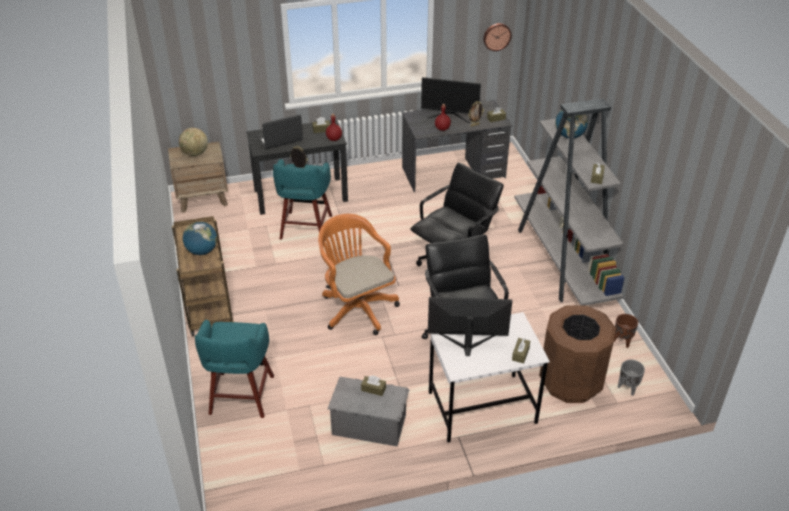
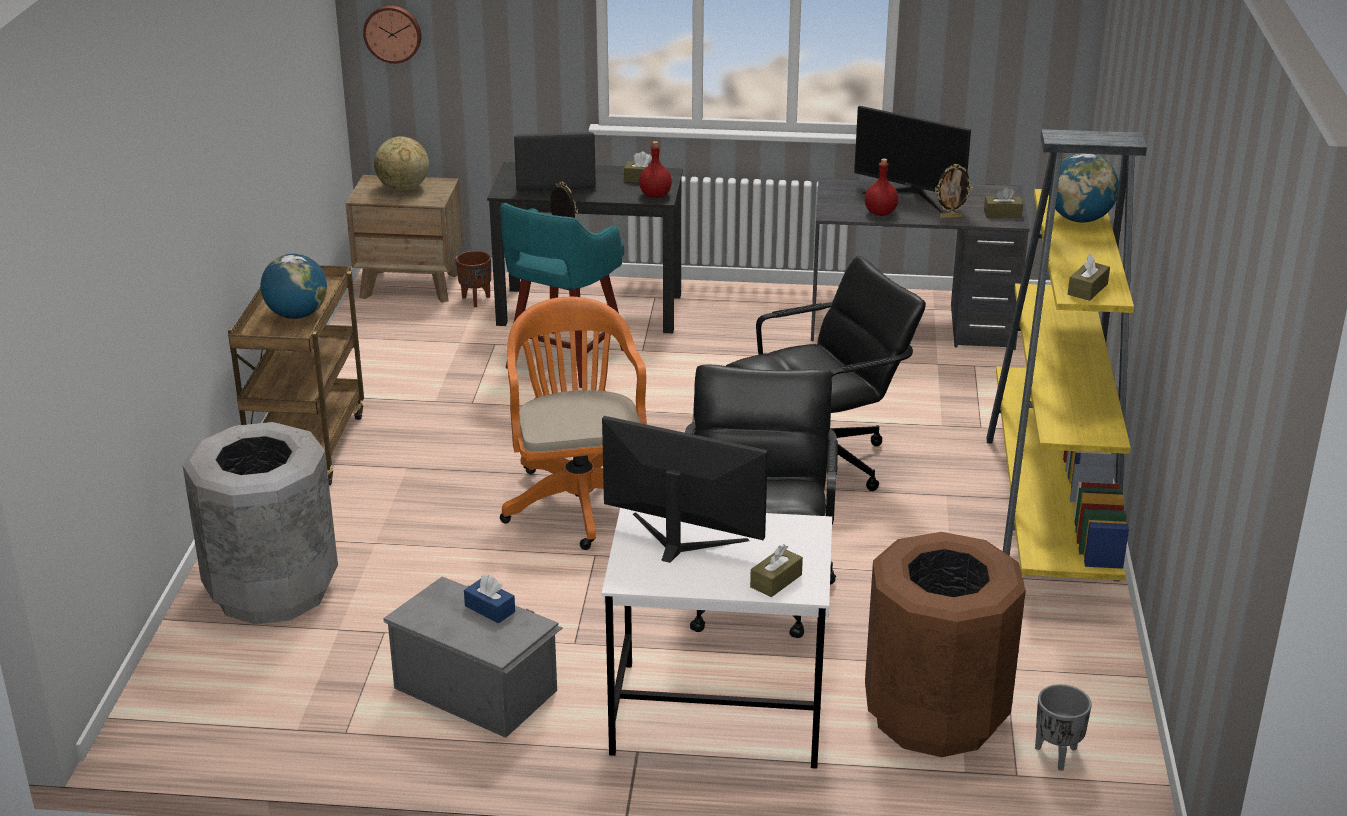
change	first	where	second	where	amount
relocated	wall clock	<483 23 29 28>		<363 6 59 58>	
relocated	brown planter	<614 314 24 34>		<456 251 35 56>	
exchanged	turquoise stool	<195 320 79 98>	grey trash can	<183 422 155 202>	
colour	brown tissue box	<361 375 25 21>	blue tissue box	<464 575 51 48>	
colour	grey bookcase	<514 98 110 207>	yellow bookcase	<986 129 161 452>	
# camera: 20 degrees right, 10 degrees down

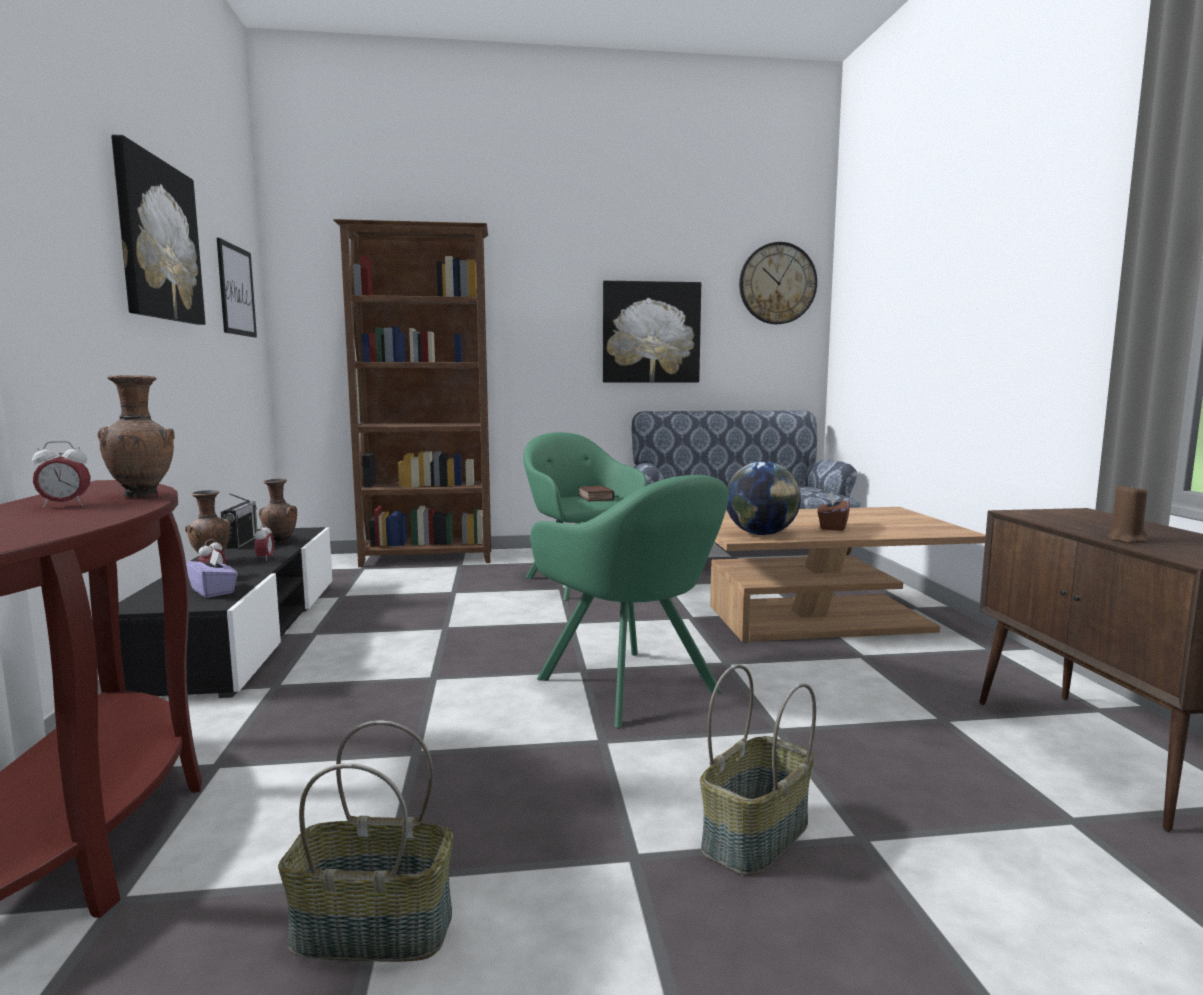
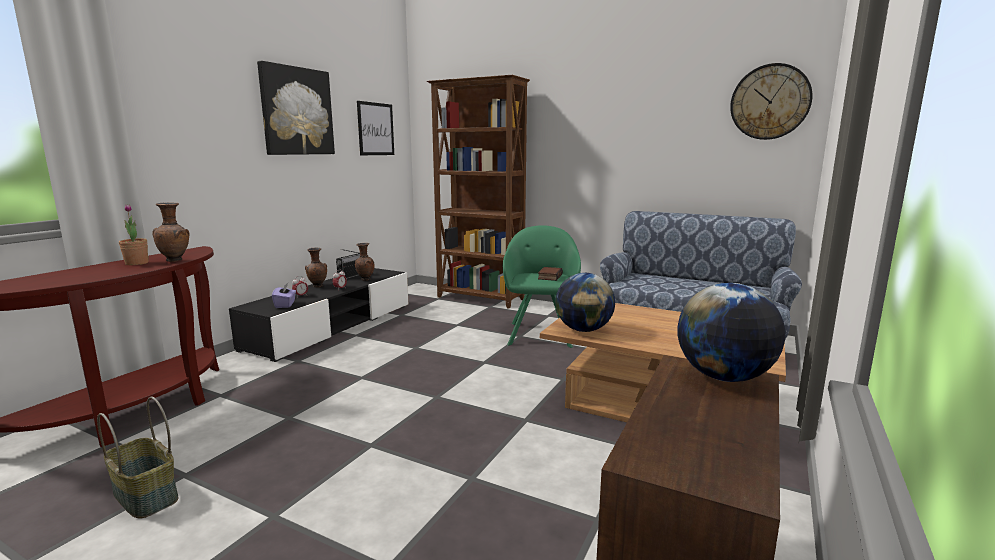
change	first	where	second	where	amount
missing	green armchair	<530 475 199 254>			
missing	picture	<603 281 98 101>			
missing	basket	<700 665 116 211>			
missing	brown tissue box	<817 491 33 40>			
missing	brown candle	<1107 483 41 60>			
appeared			globe	<677 283 108 99>	
exchanged	alarm clock	<32 441 59 67>	potted plant	<119 204 29 61>	
# camera: 35 degrees right, 5 degrees up

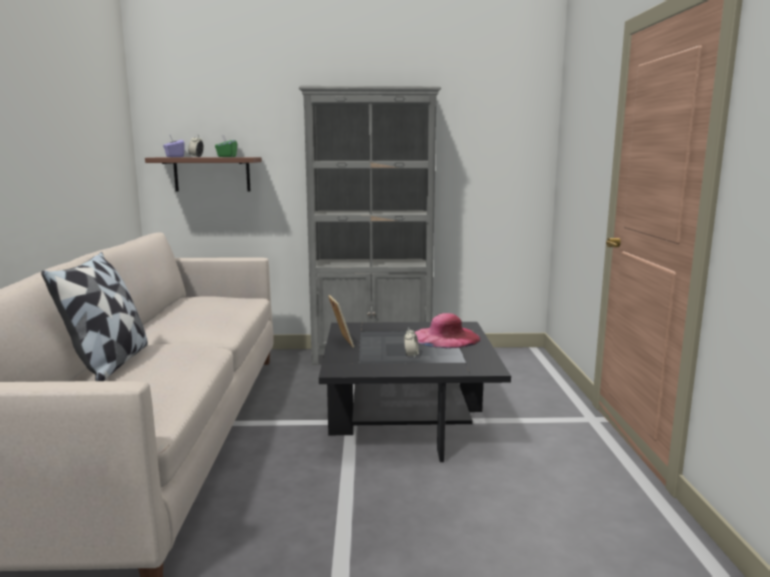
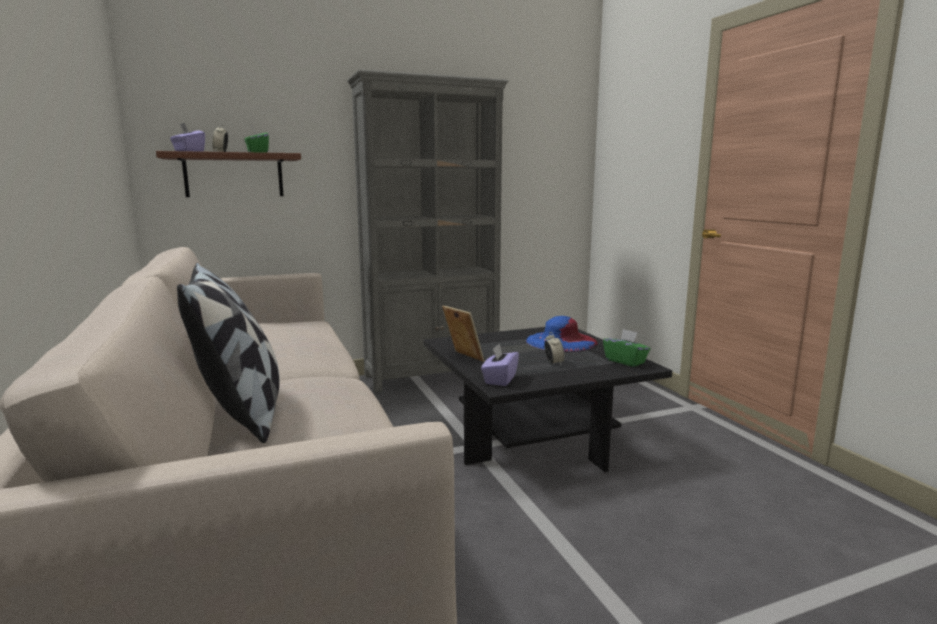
change	first	where	second	where	amount
appeared			purple tissue box	<481 344 38 42>	
appeared			green tissue box	<603 329 47 38>	
colour	pink hat	<414 313 67 35>	blue hat	<526 316 72 36>	
# camera: 20 degrees left, 0 degrees up

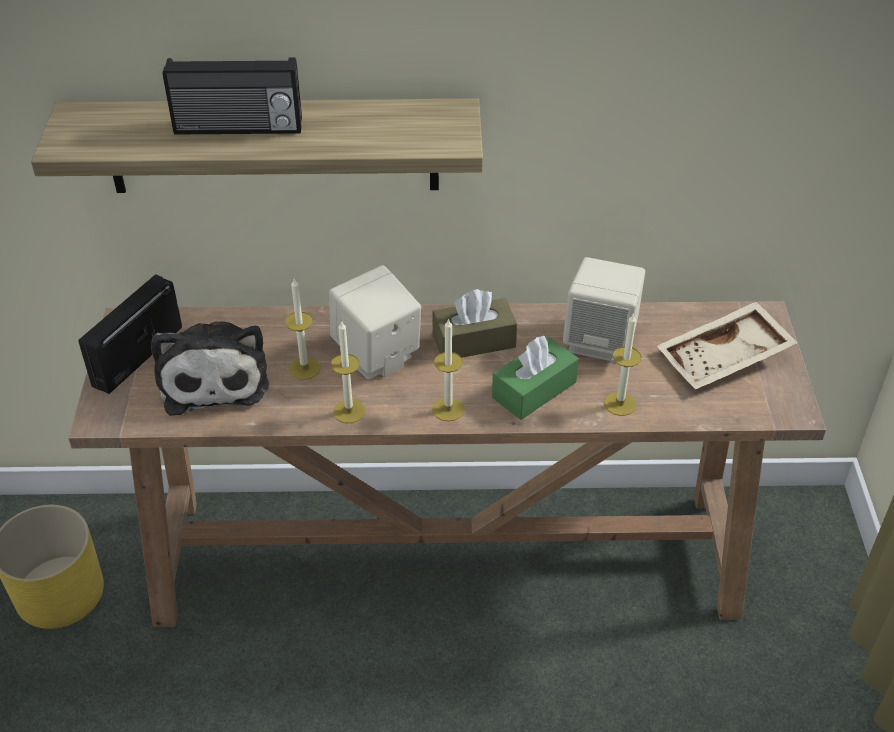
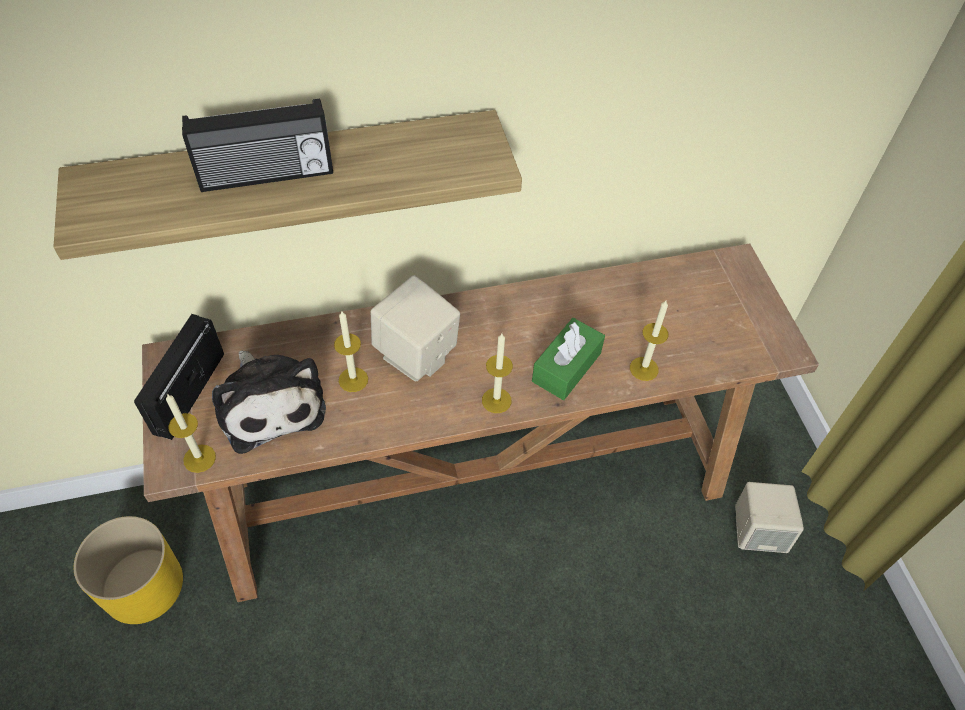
change	first	where	second	where	amount
missing	brown tissue box	<433 289 84 69>			
missing	beige tray	<657 302 141 88>			
relocated	candle	<331 320 34 103>		<166 394 50 79>	
relocated	beige speaker	<563 257 82 105>		<735 482 69 71>	
# camera: 15 degrees left, 10 degrees up

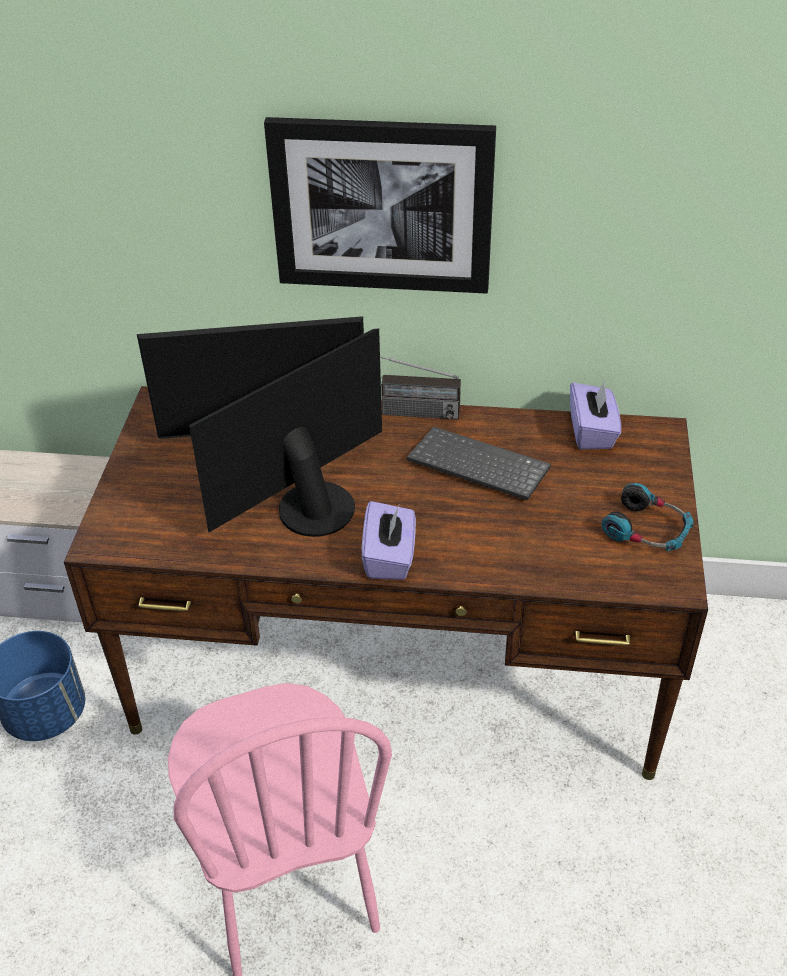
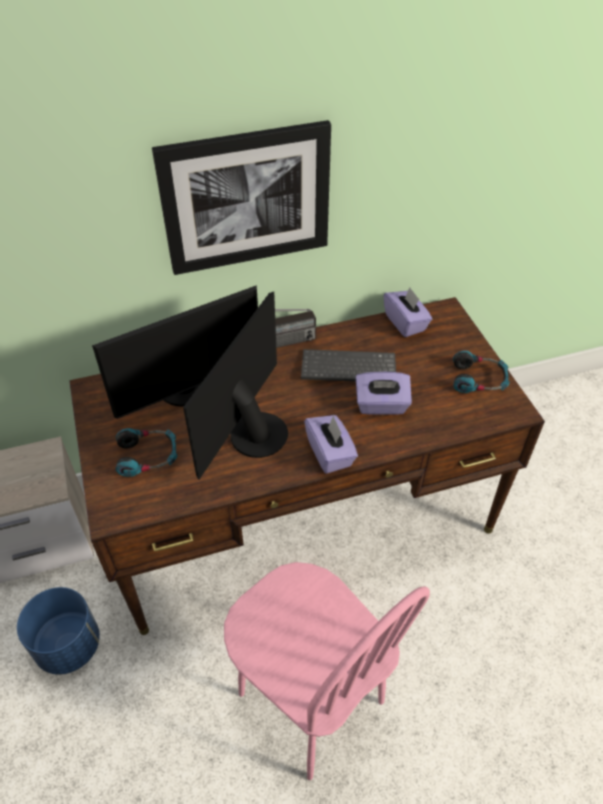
change	first	where	second	where	amount
appeared			headphones	<115 428 62 49>	
appeared			purple tissue box	<356 371 56 44>	
# camera: 25 degrees left, 5 degrees up

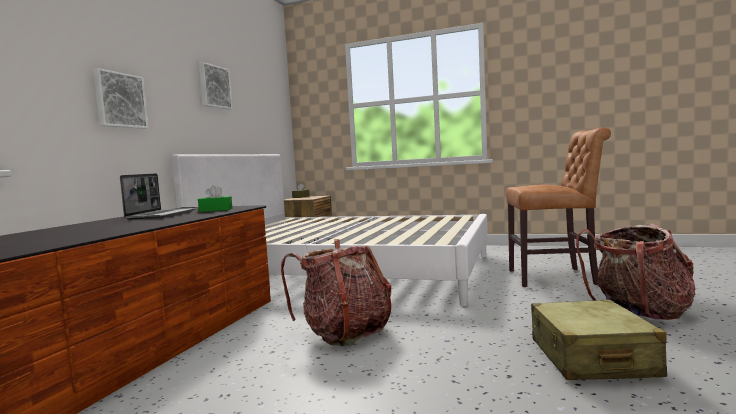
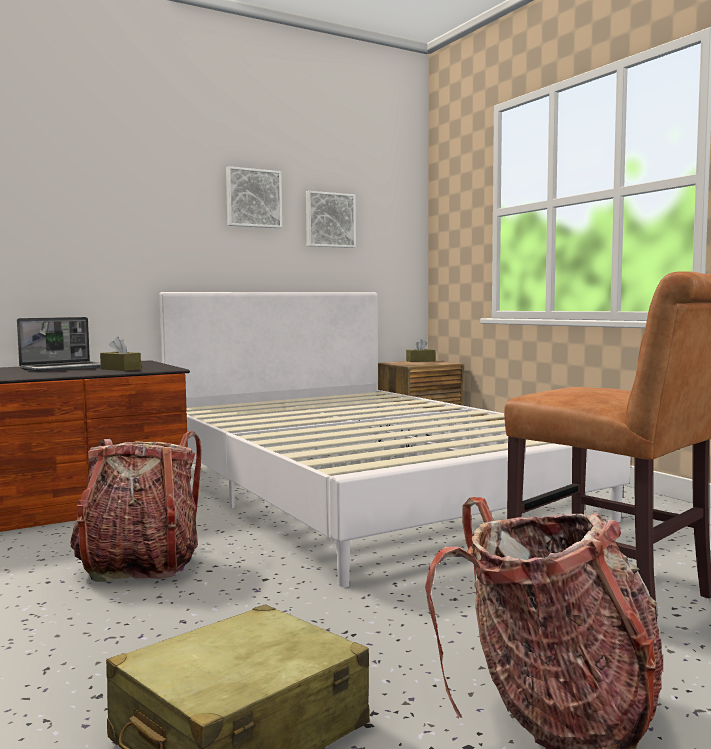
change	first	where	second	where	amount
relocated	picture	<93 68 56 61>		<306 191 50 57>	
colour	green tissue box	<198 185 34 27>	brown tissue box	<100 337 41 34>	
# camera: 40 degrees right, 0 degrees up

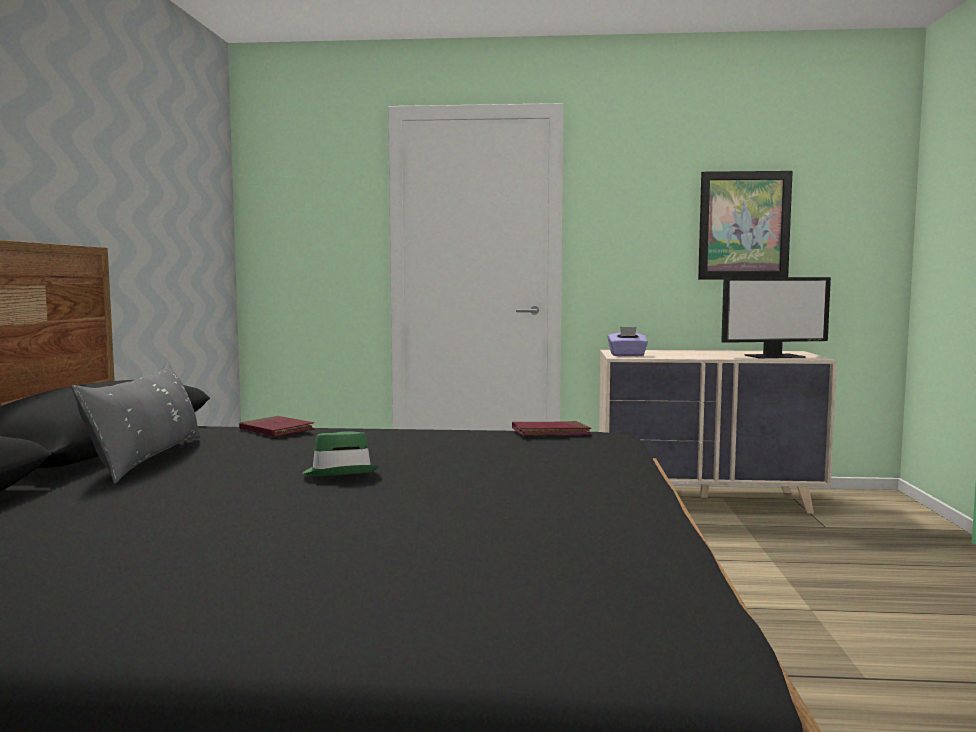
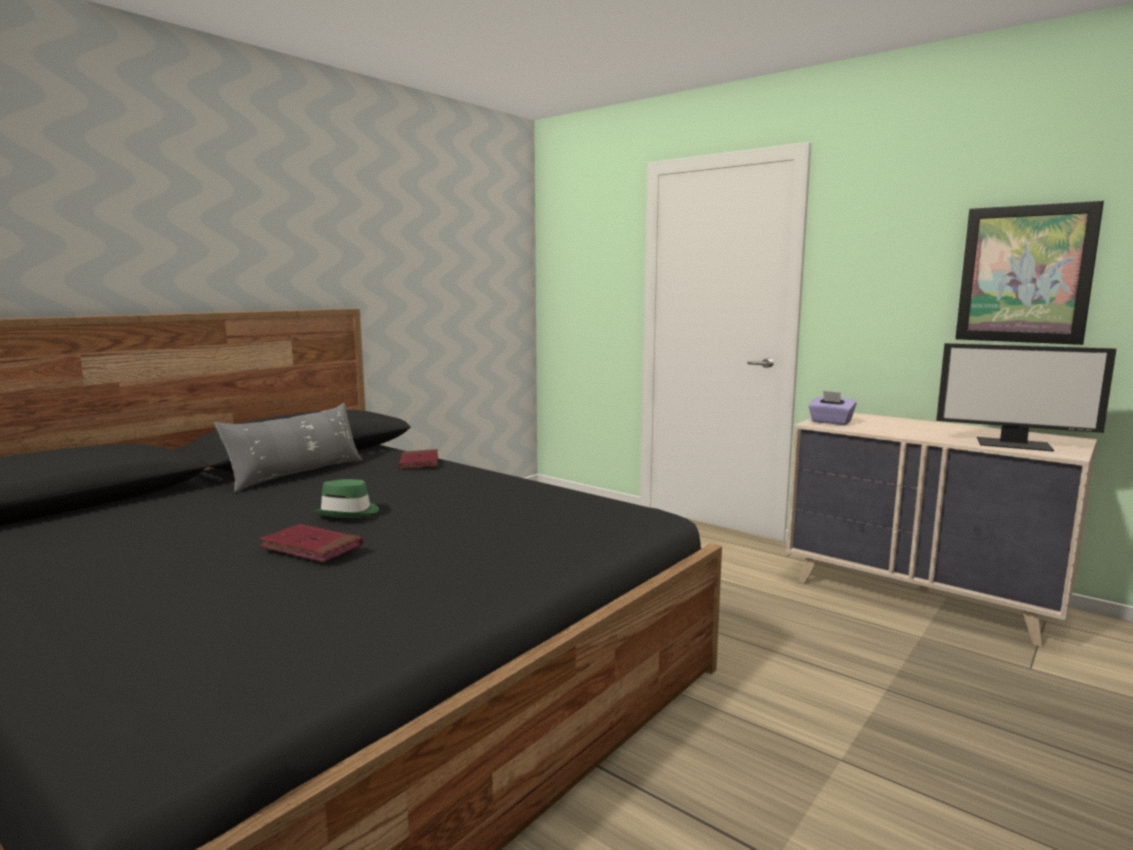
change	first	where	second	where	amount
relocated	red book	<512 421 79 15>		<259 524 104 38>	
# camera: 35 degrees right, 5 degrees up

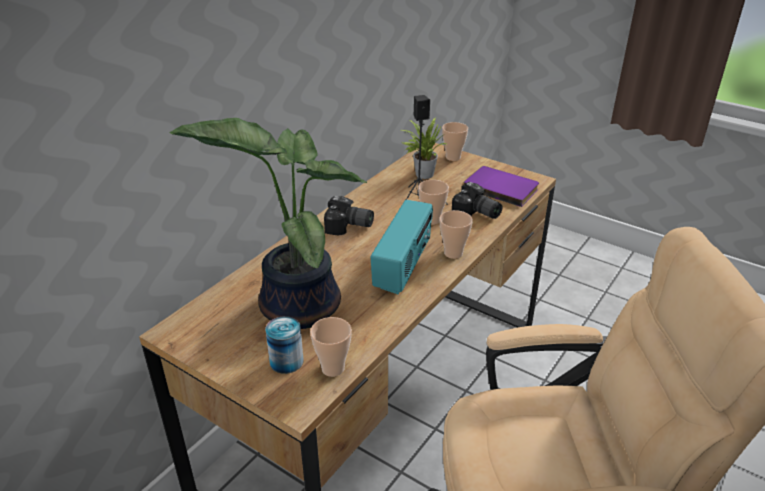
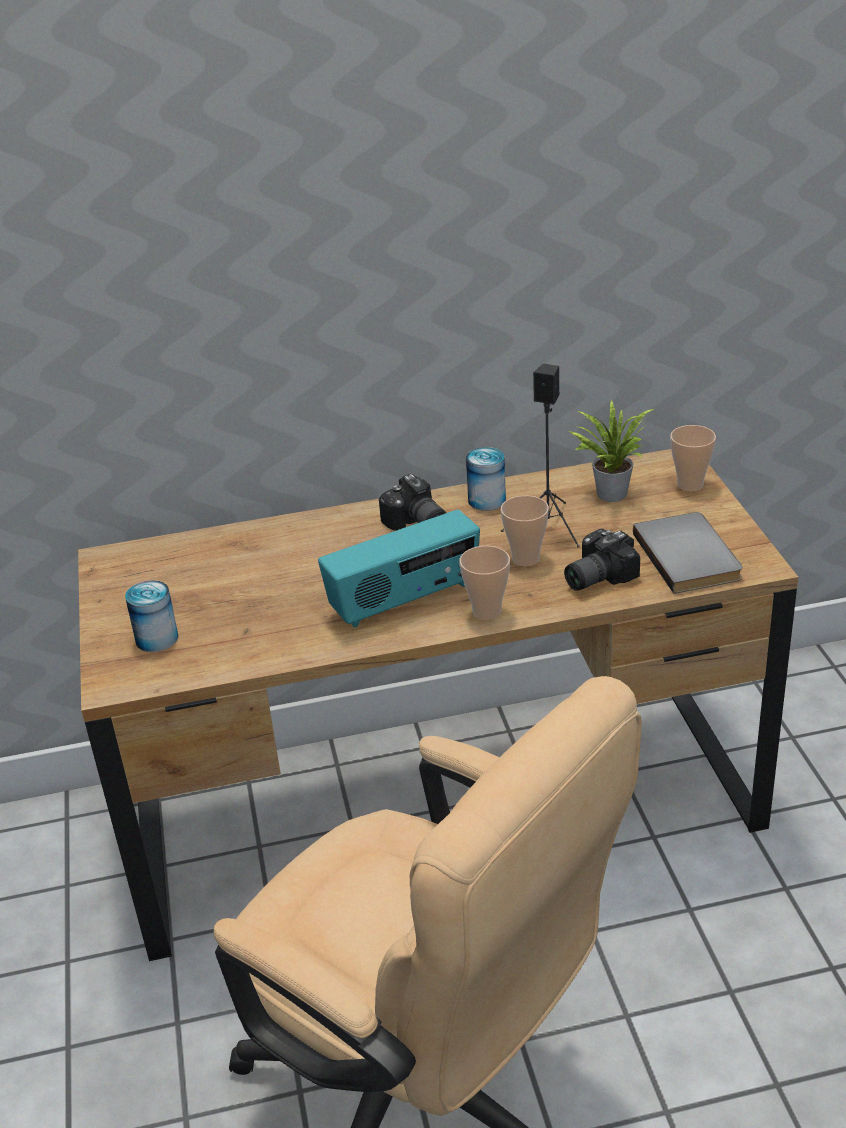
change	first	where	second	where	amount
missing	potted plant	<170 118 197 211>			
missing	cup	<310 317 42 60>			
appeared			can	<466 447 40 64>	
colour	purple book	<463 166 76 41>	grey book	<633 512 110 82>	
spun	photo camera	<452 182 50 37>		<564 529 76 62>	60 degrees clockwise
# camera: 45 degrees right, 0 degrees up

